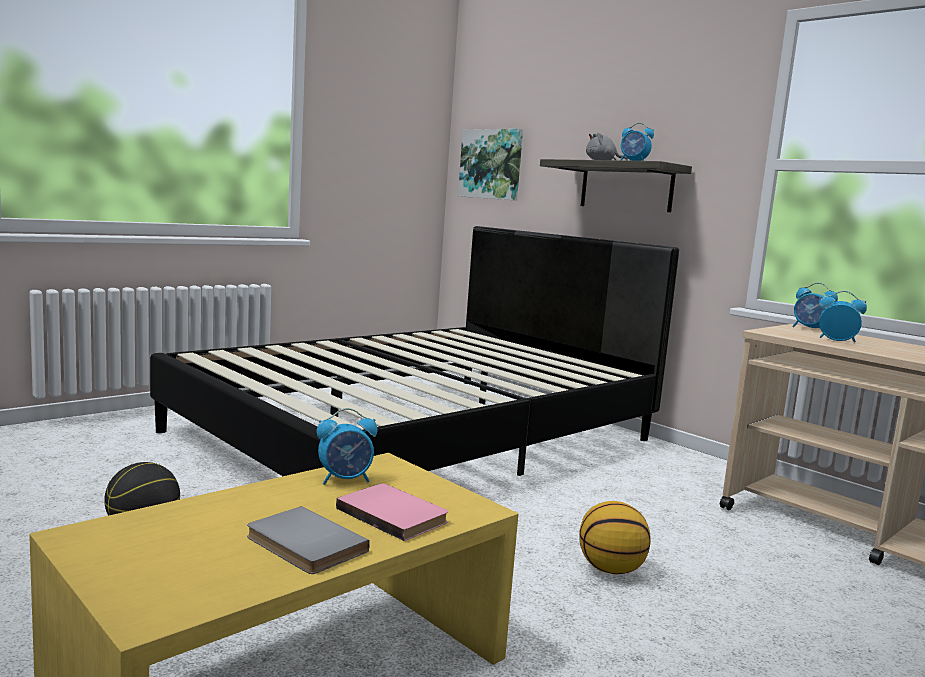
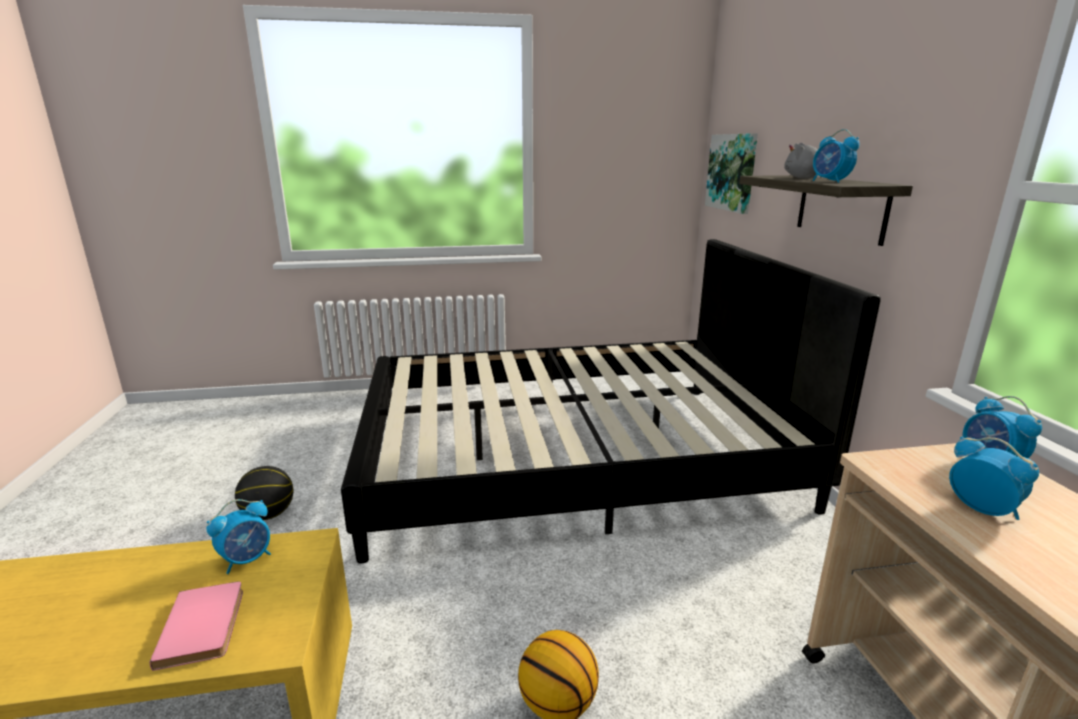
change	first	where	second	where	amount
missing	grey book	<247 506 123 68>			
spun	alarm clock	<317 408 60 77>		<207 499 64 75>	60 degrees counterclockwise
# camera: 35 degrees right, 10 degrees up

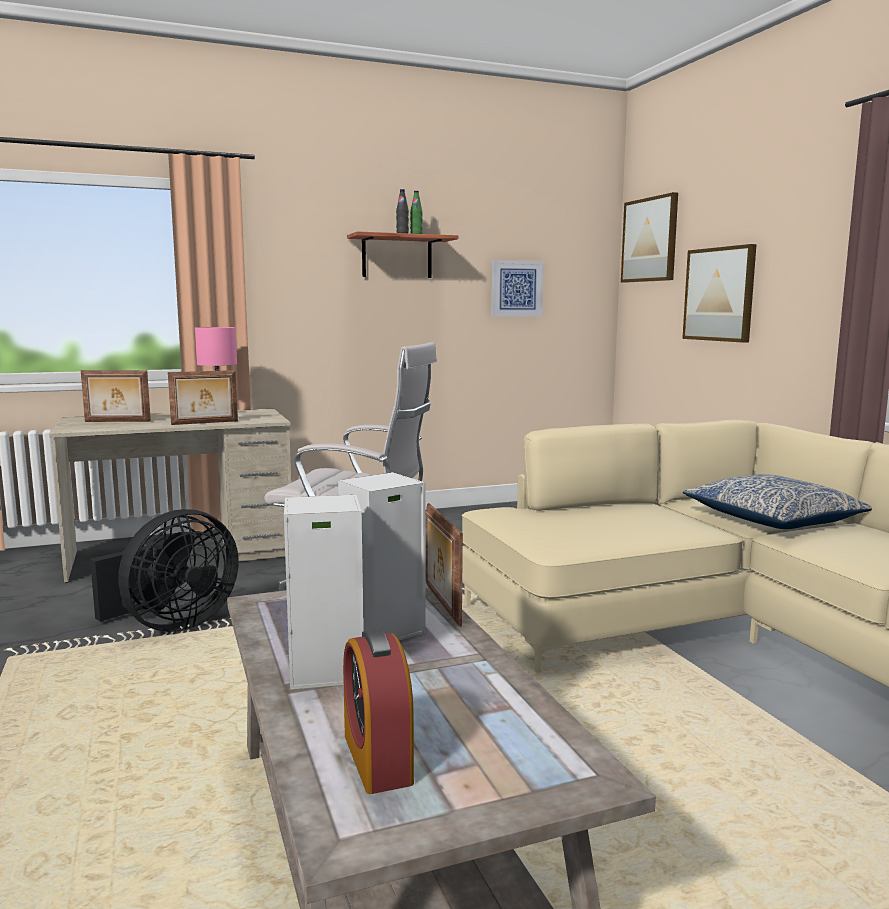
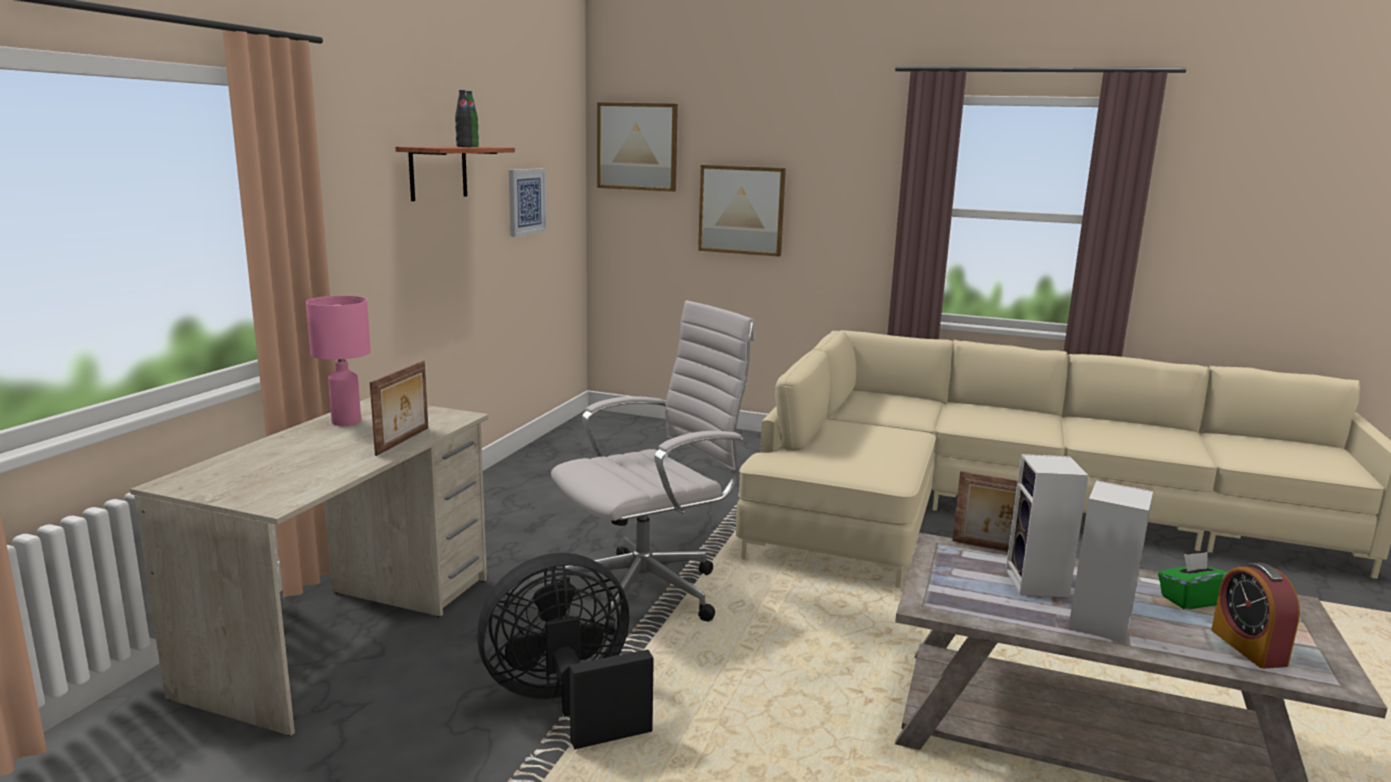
change	first	where	second	where	amount
missing	picture frame	<81 370 70 52>			
missing	pillow	<683 474 189 55>			
appeared			green tissue box	<1158 552 70 57>	
spun	black fan	<90 509 149 123>		<477 553 177 197>	105 degrees counterclockwise
spun	alarm clock	<343 629 71 165>		<1211 563 89 106>	60 degrees clockwise
# camera: 50 degrees left, 5 degrees up

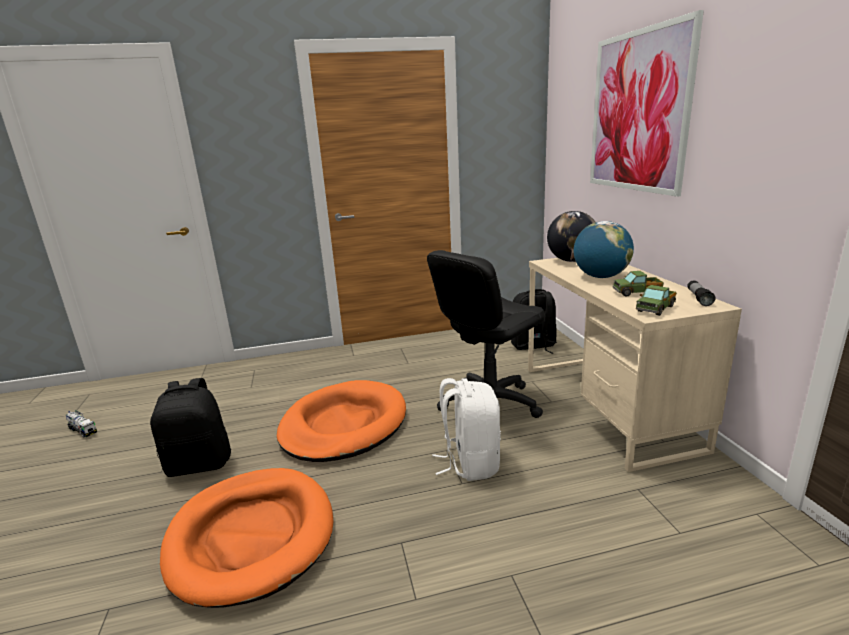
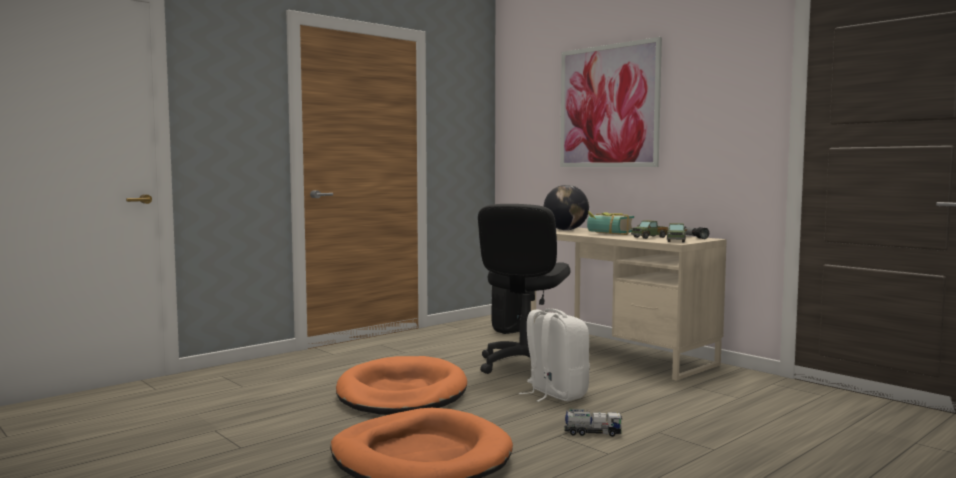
change	first	where	second	where	amount
missing	black backpack	<150 378 81 99>			
relocated	toy truck	<66 410 31 28>		<564 409 59 28>	
exchanged	globe	<573 221 61 57>	book	<587 210 47 25>	
# camera: 30 degrees left, 15 degrees down

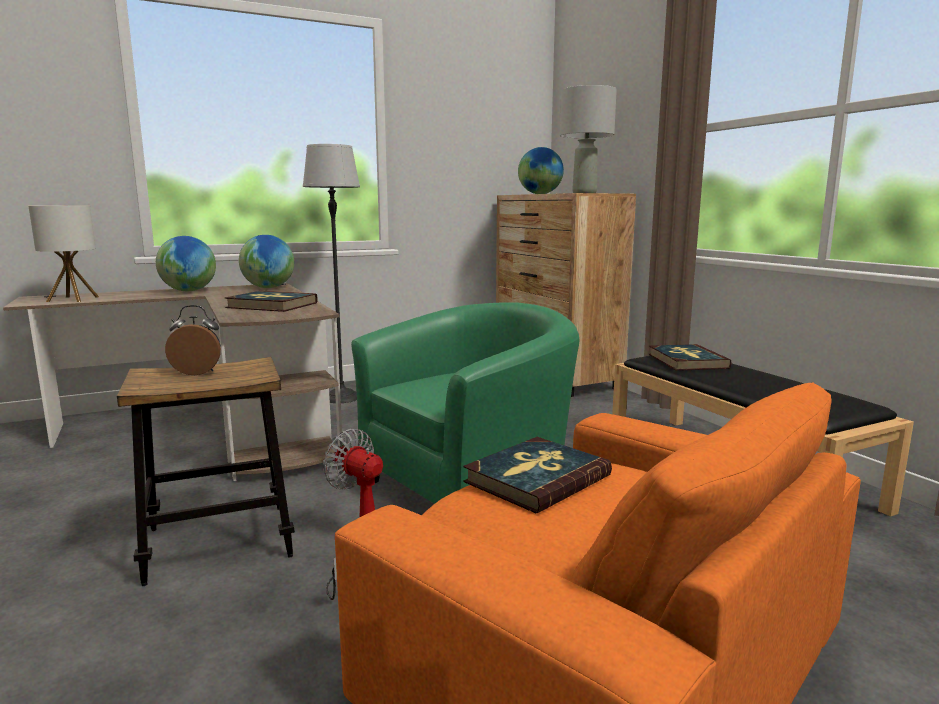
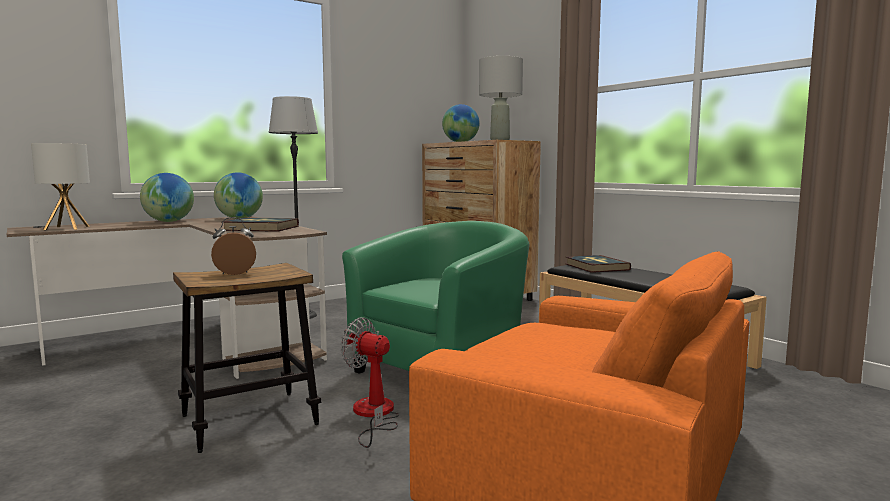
change	first	where	second	where	amount
missing	book	<463 437 149 76>			
# camera: 10 degrees left, 5 degrees down

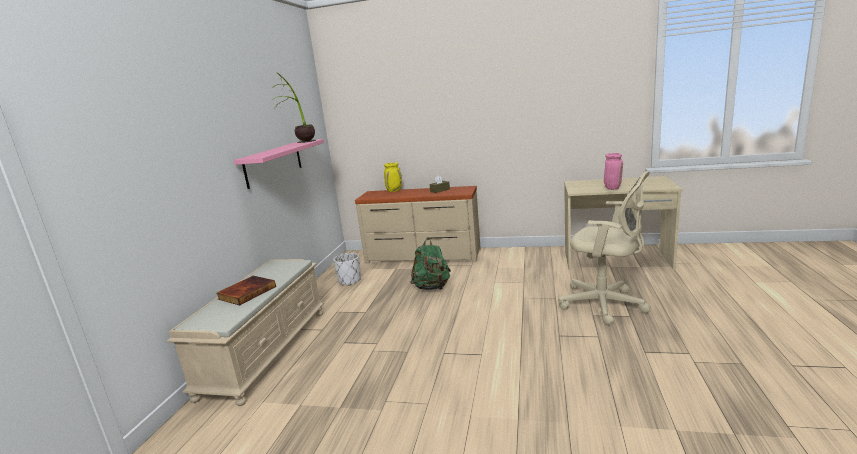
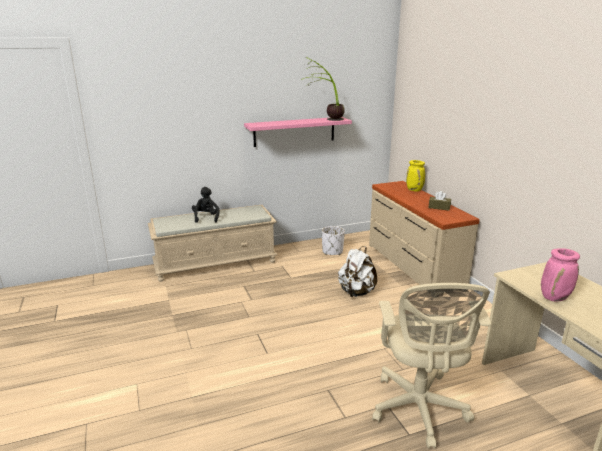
change	first	where	second	where	amount
exchanged	book	<217 276 59 30>	black plush toy	<192 187 27 36>	
colour	green backpack	<410 239 41 51>	white backpack	<338 246 39 51>	
# camera: 55 degrees right, 5 degrees up

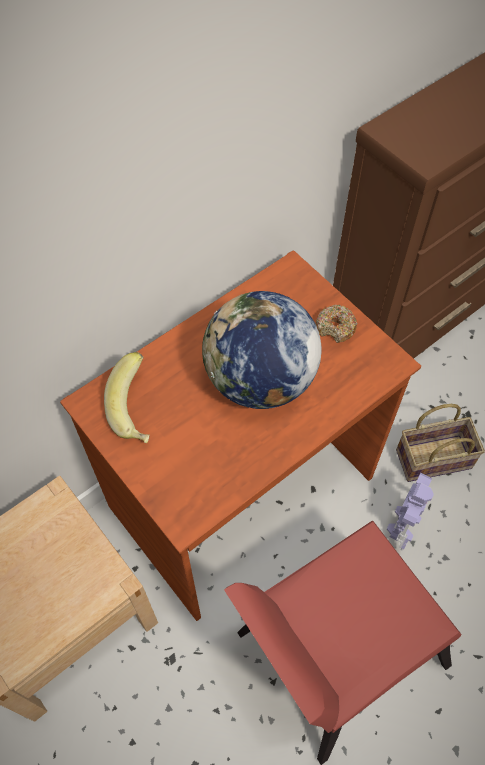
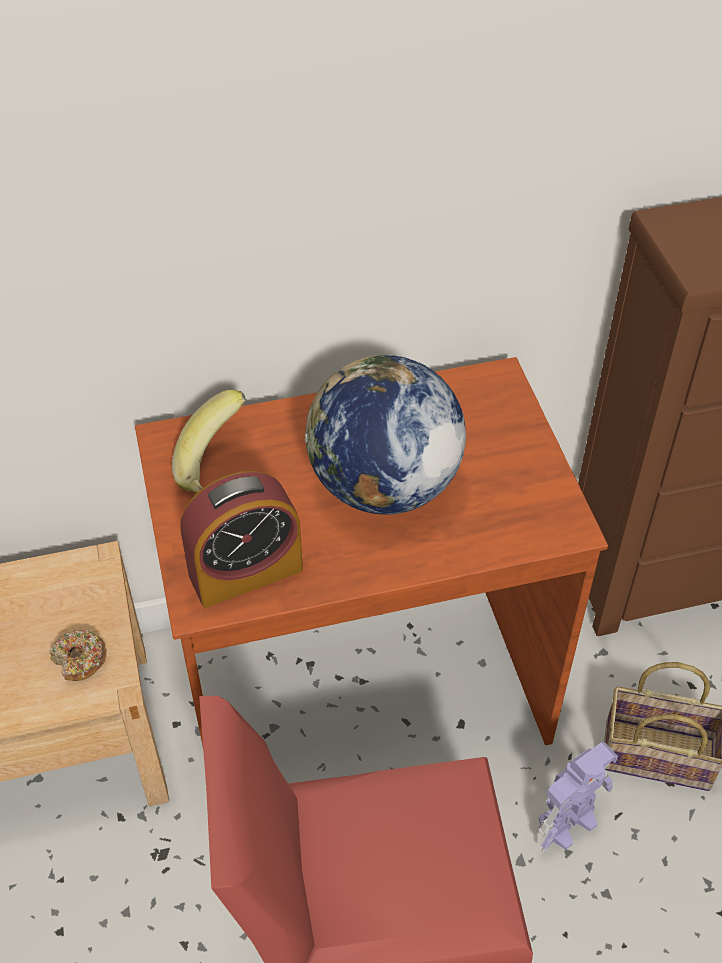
change	first	where	second	where	amount
appeared			alarm clock	<180 471 123 136>	
relocated	donut	<315 305 42 38>		<50 630 56 51>	
# camera: 25 degrees right, 10 degrees down

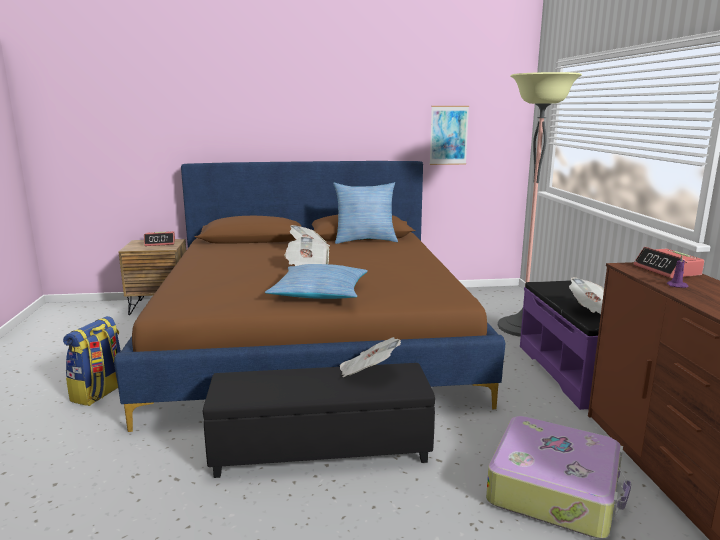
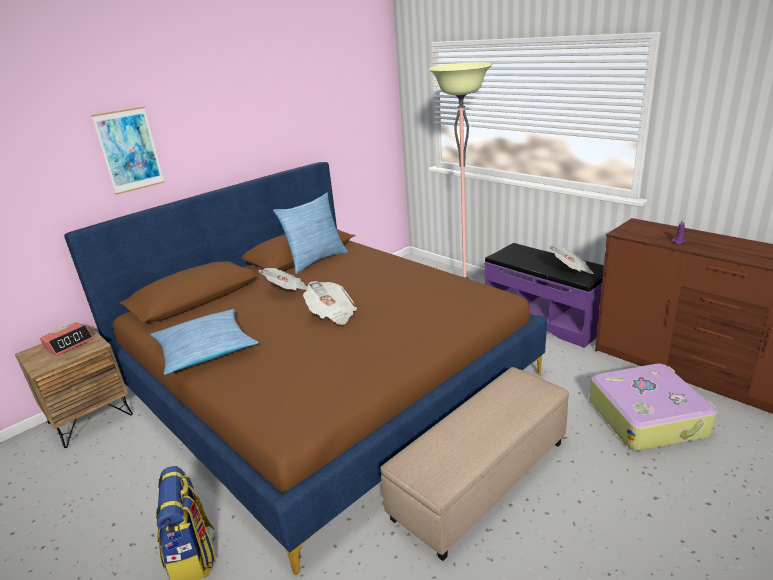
change	first	where	second	where	amount
missing	newspaper	<340 337 61 40>			
missing	alarm clock	<633 247 71 31>			
relocated	pillow	<265 264 103 35>		<150 309 109 66>	
relocated	picture	<430 106 39 59>		<91 106 73 89>	
colour	black ottoman	<202 363 233 115>	beige ottoman	<380 367 189 194>	
# camera: 35 degrees left, 10 degrees up

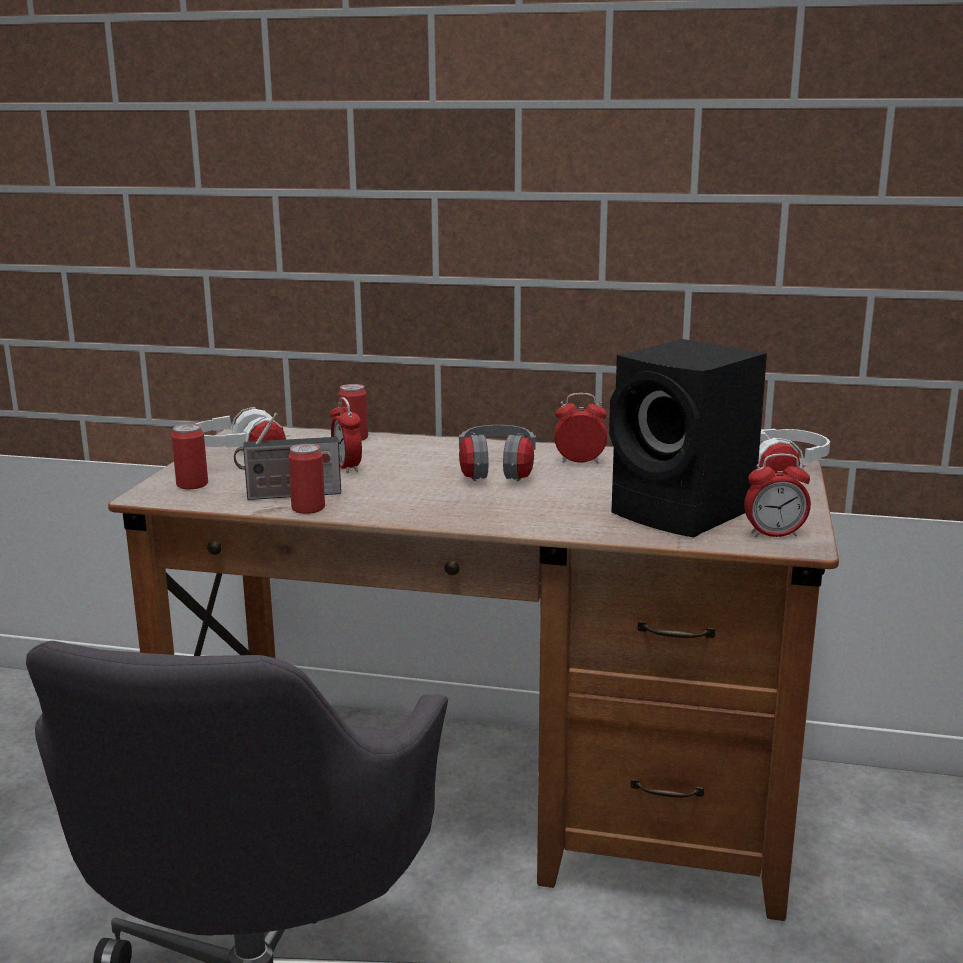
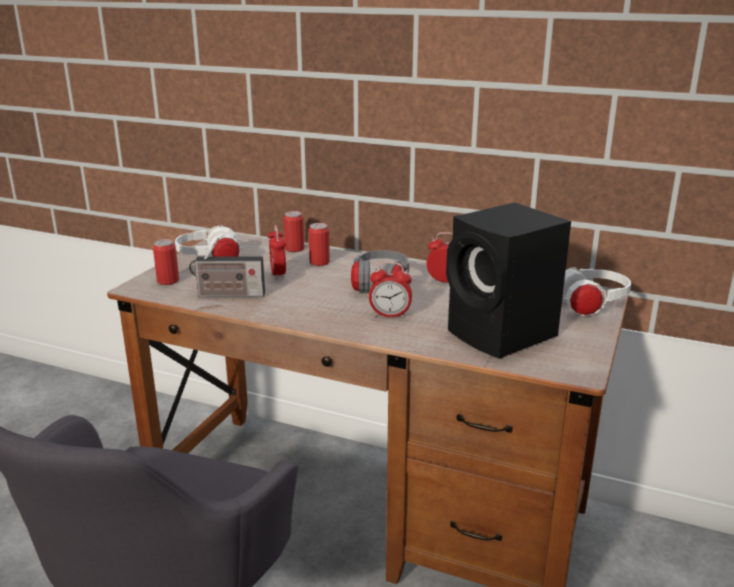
change	first	where	second	where	amount
relocated	can	<288 444 37 70>		<308 223 22 43>	
relocated	alarm clock	<744 453 67 85>		<369 262 43 56>	
# camera: 10 degrees right, 5 degrees up

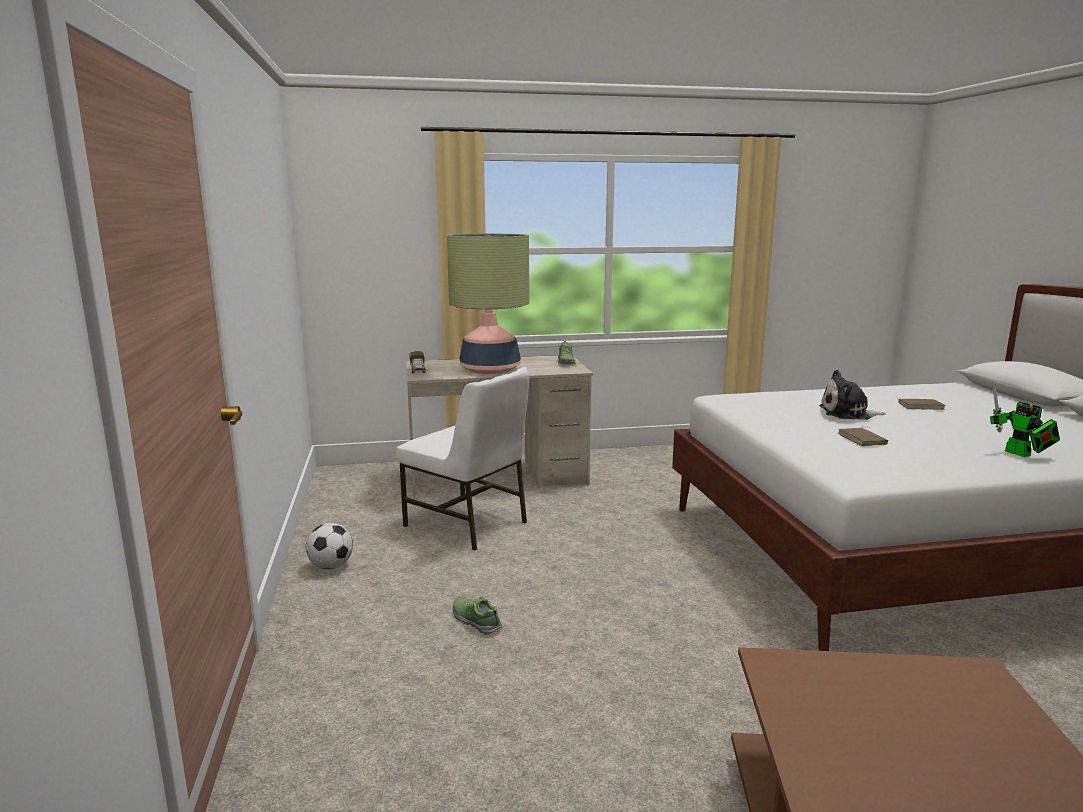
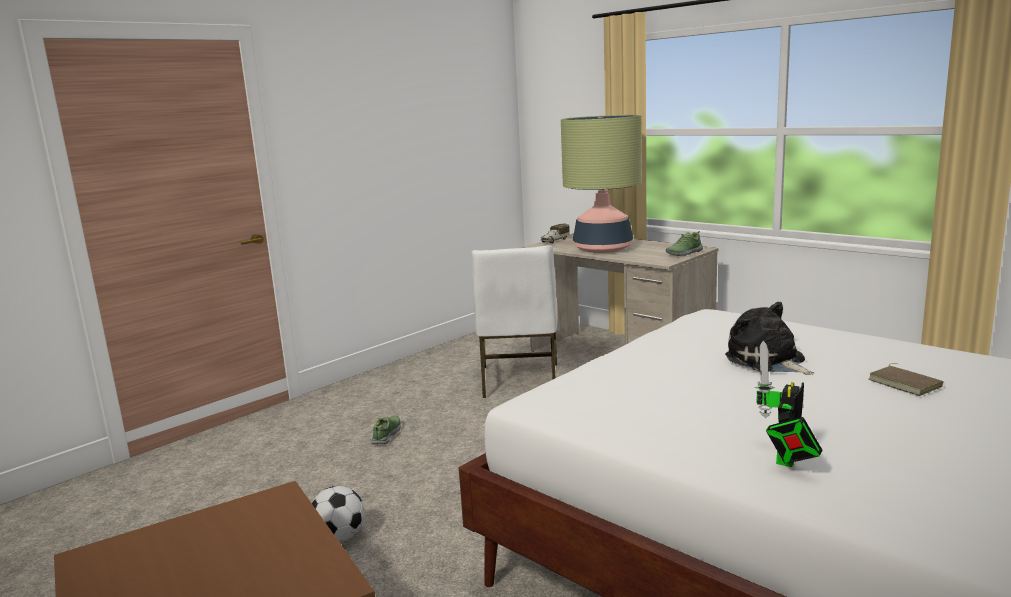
change	first	where	second	where	amount
missing	brown book	<838 427 50 19>			
relocated	football	<306 523 47 46>		<312 486 53 56>	
# camera: 55 degrees right, 0 degrees up

